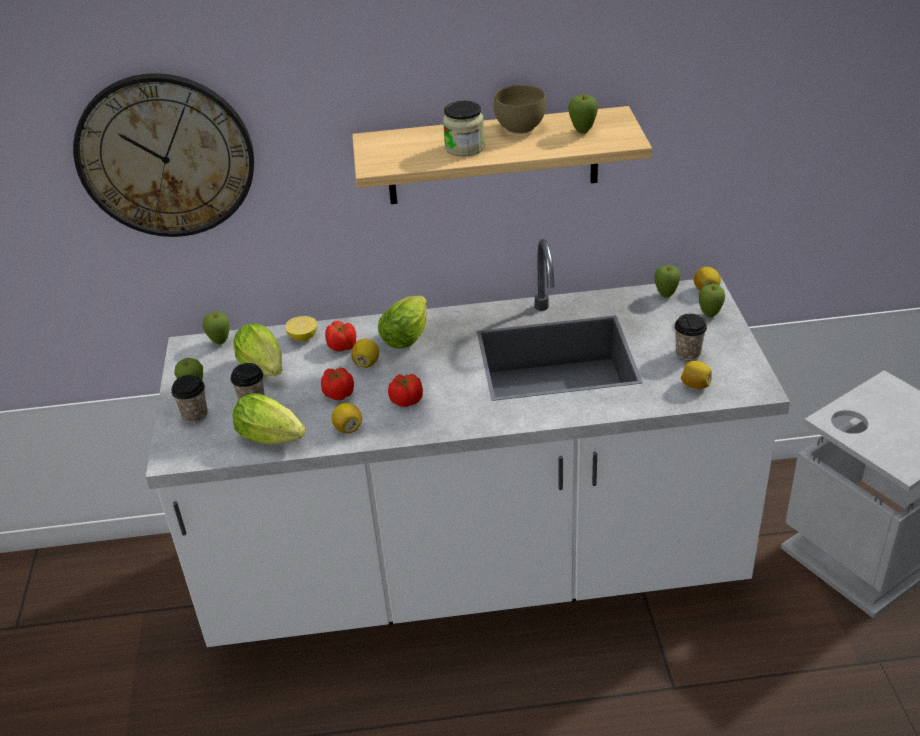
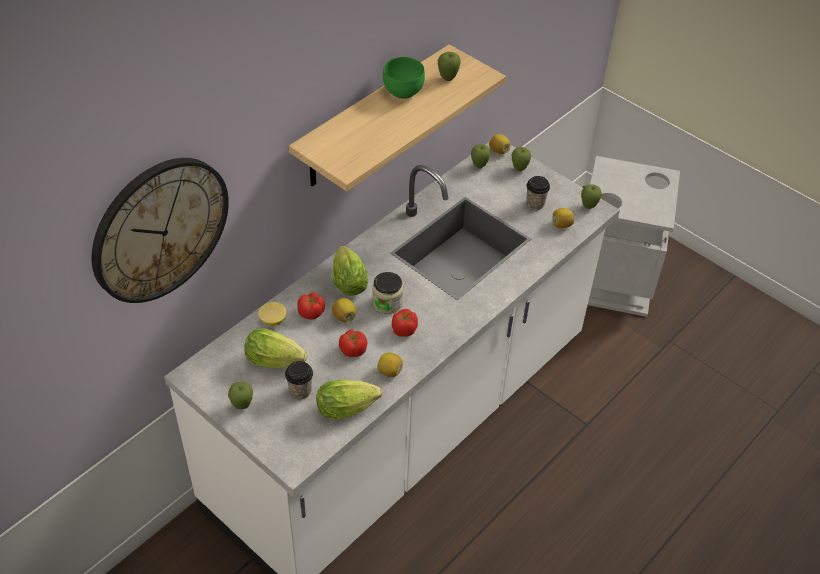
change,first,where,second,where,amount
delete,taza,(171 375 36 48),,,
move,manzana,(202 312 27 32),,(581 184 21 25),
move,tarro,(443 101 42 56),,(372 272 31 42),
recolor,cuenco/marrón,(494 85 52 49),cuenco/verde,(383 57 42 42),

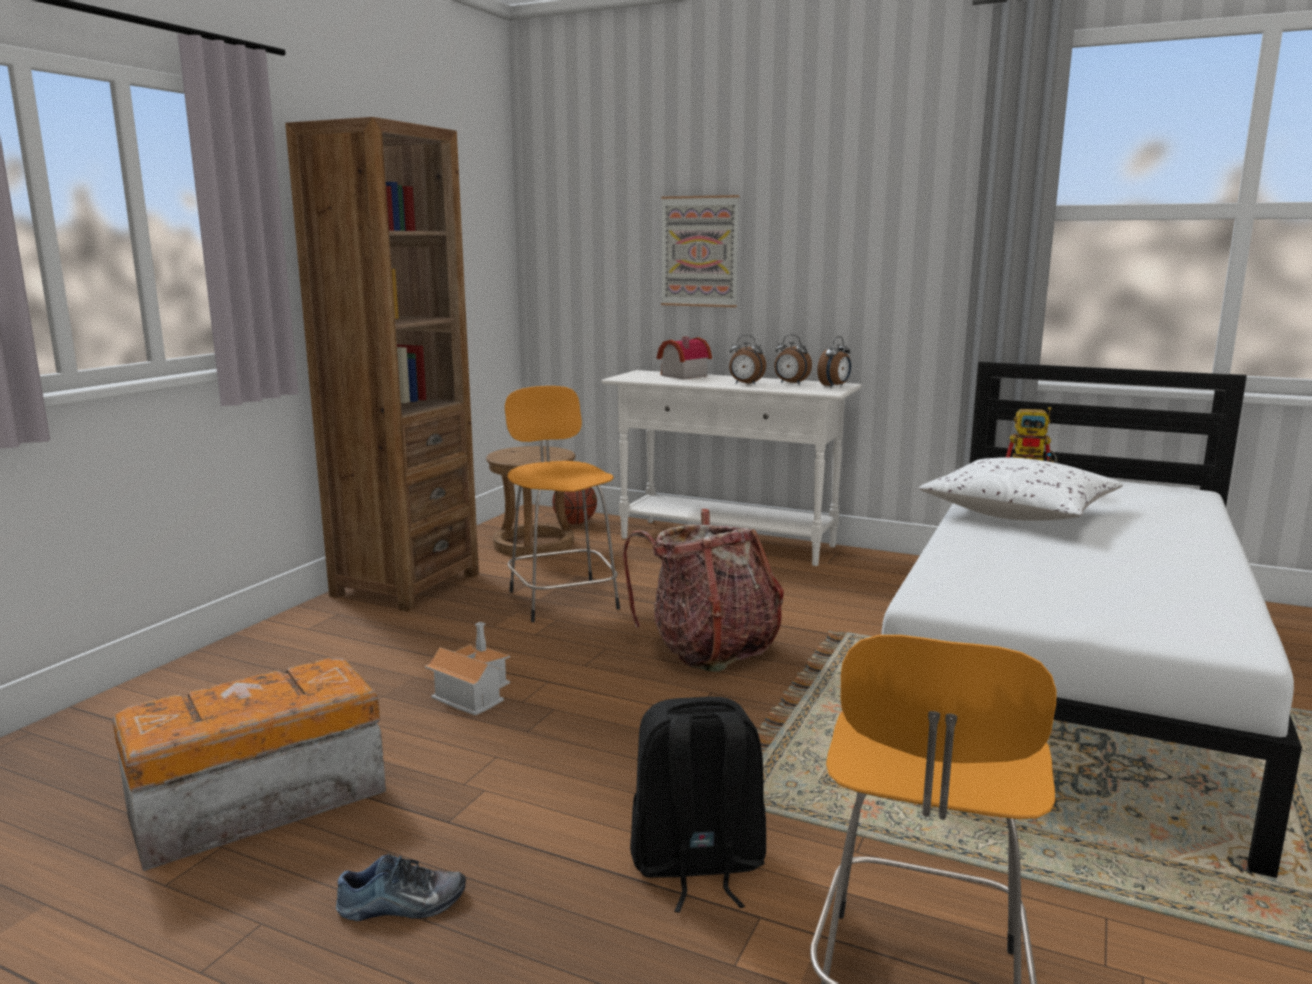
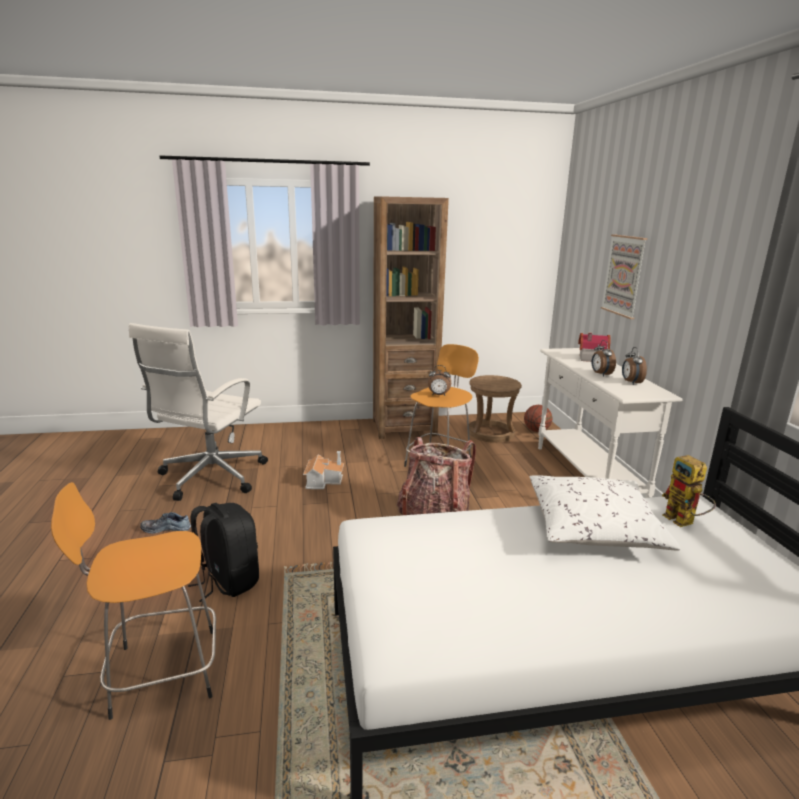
change,first,where,second,where,amount
move,despertador,(817 336 34 52),,(428 365 23 31),
replace,caja de almacenaje,(112 658 274 213),silla de oficina/blanco,(128 323 140 178),
rotate,zapato,(336 853 130 68),,(140 512 51 22),135 degrees clockwise

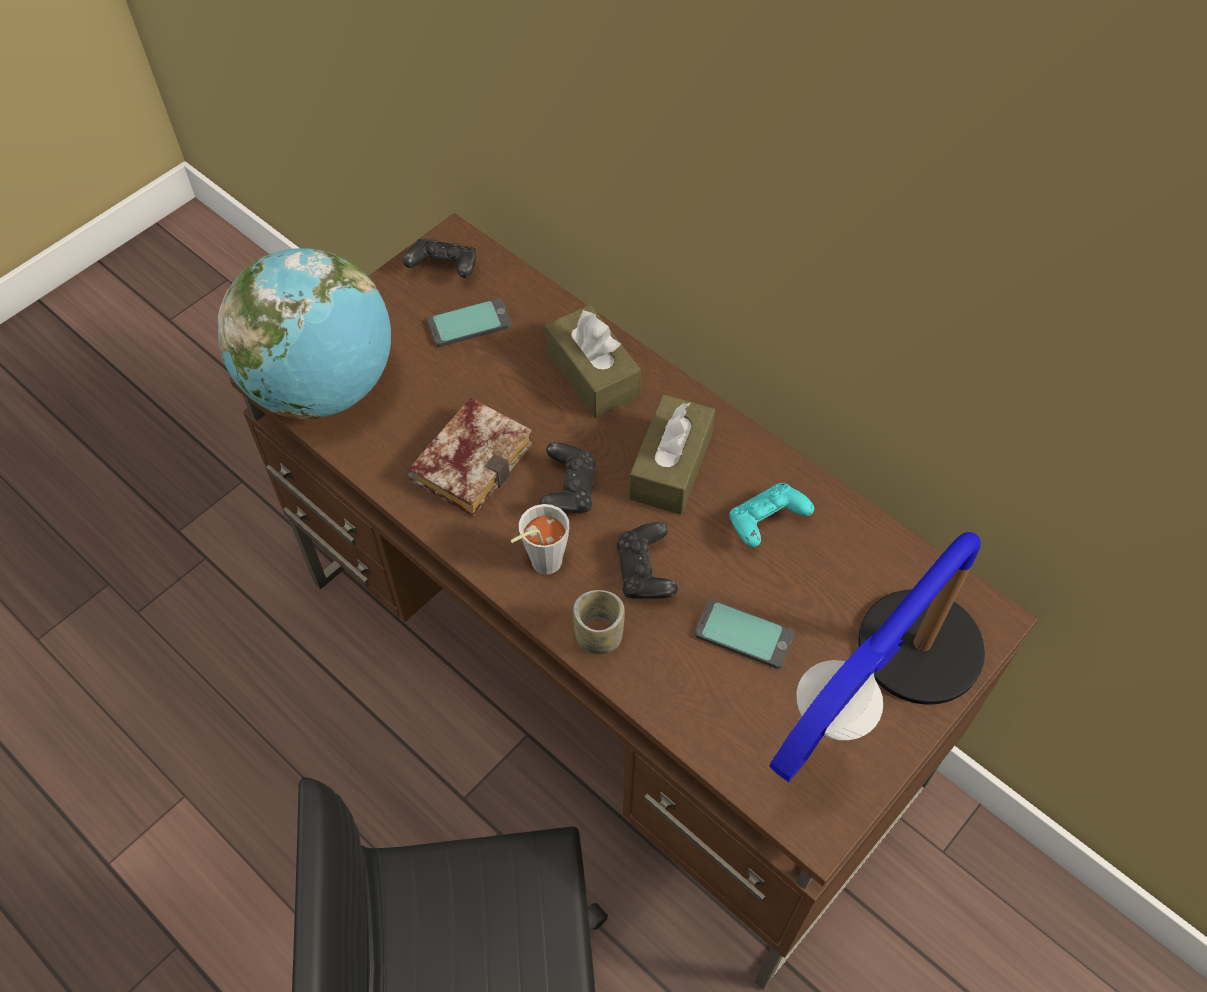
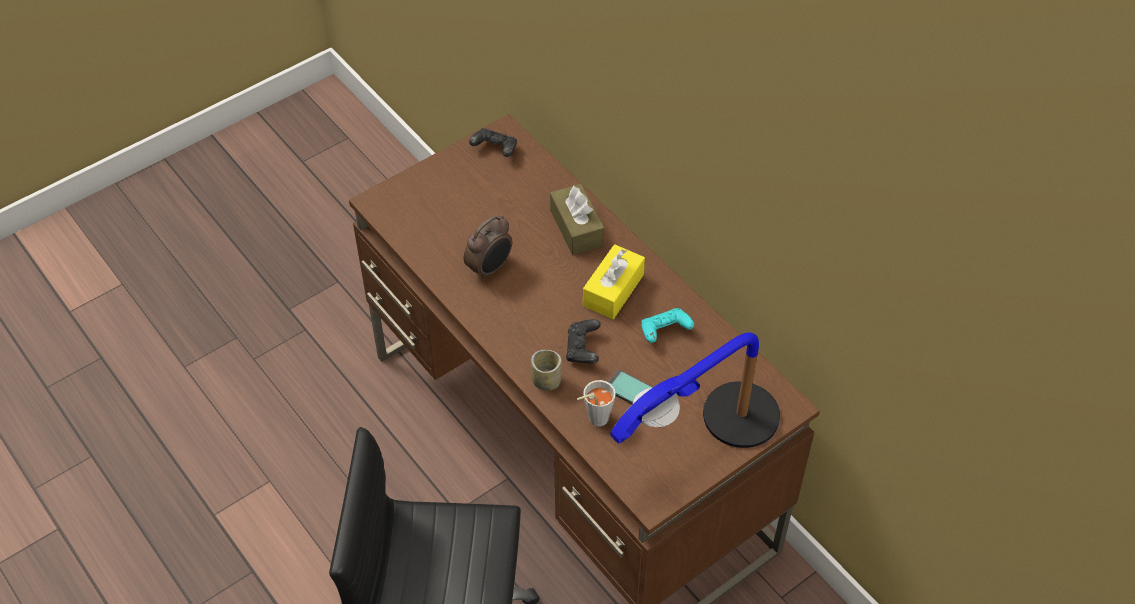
change,first,where,second,where,amount
delete,globo terráqueo,(218 248 173 171),,,
delete,móvil,(427 298 84 49),,,
delete,mando de consola/negro,(540 442 56 71),,,
move,taza/gris,(511 504 58 71),,(577 380 39 46),
replace,libro,(408 398 125 119),despertador,(464 215 48 66),
recolor,caja de pañuelos/marrón,(629 394 86 121),caja de pañuelos/amarillo,(583 244 62 75),

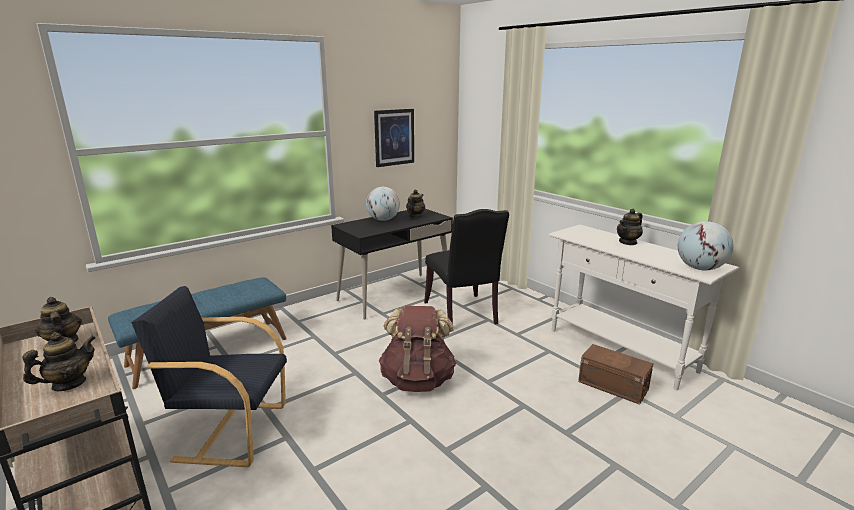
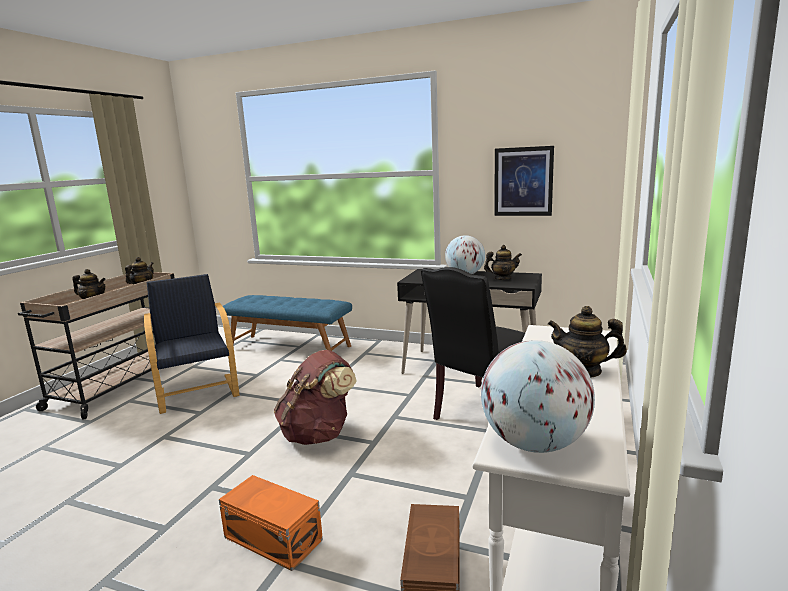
change,first,where,second,where,amount
insert,,,caja de almacenaje/naranja,(219 475 104 96),

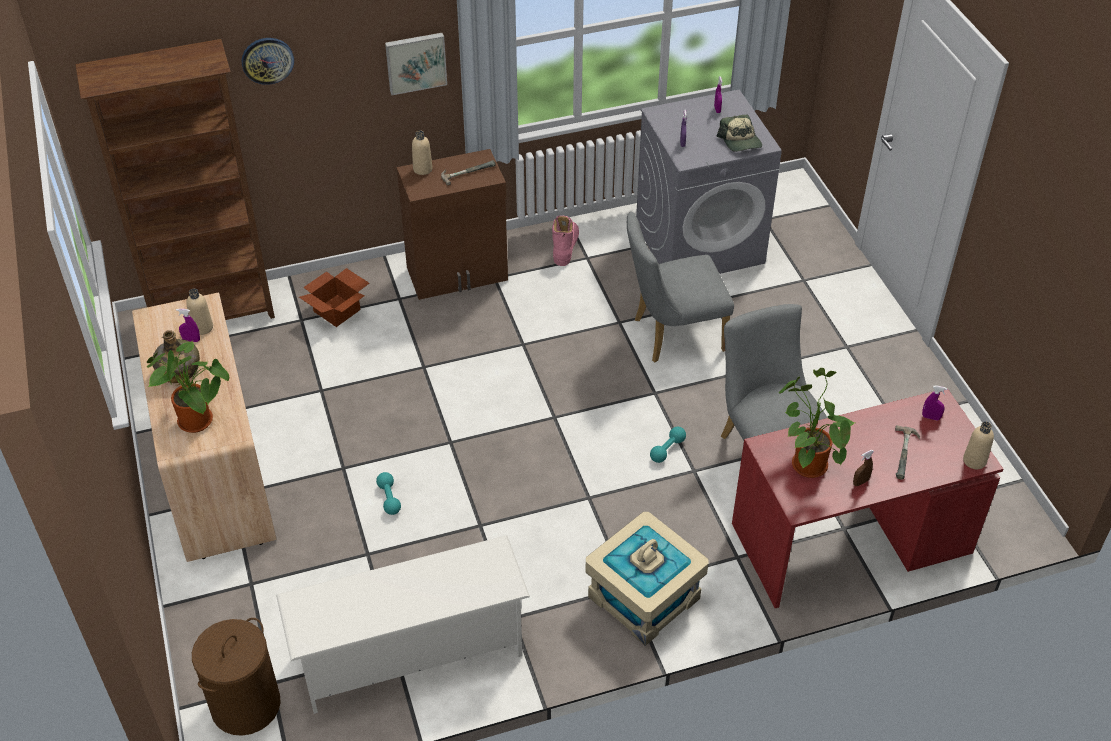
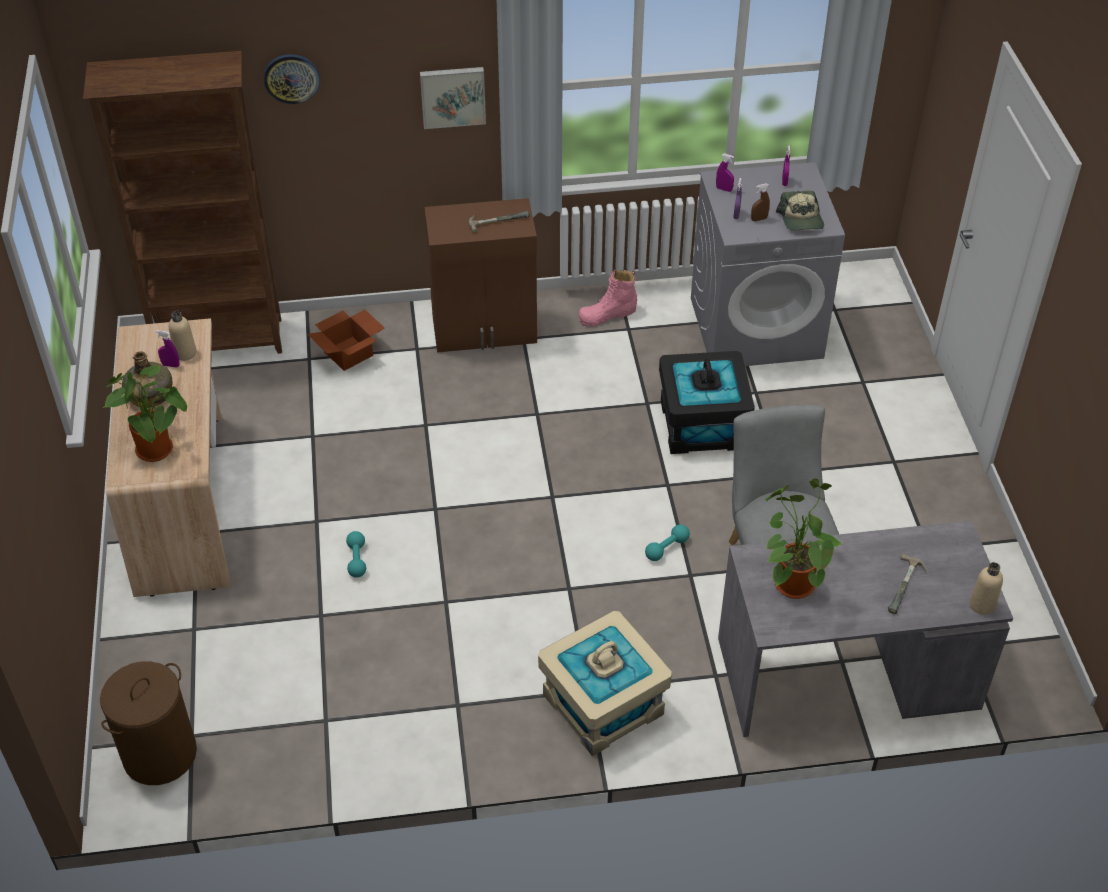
change,first,where,second,where,amount
delete,zapatero/blanco,(276 535 254 179),,,
delete,botella/beis,(412 130 21 45),,,
move,pulverizador/marrón,(853 450 21 36),,(751 183 19 39),
move,pulverizador/morado,(922 385 26 35),,(716 153 18 39),
replace,silla/gris,(627 212 107 150),caja de almacenaje/negro,(659 351 96 103),
recolor,escritorio/rojo,(732 390 271 218),escritorio/gris,(718 520 295 217),
rotate,bota/rosa,(552 215 27 51),,(578 270 59 57),135 degrees counterclockwise

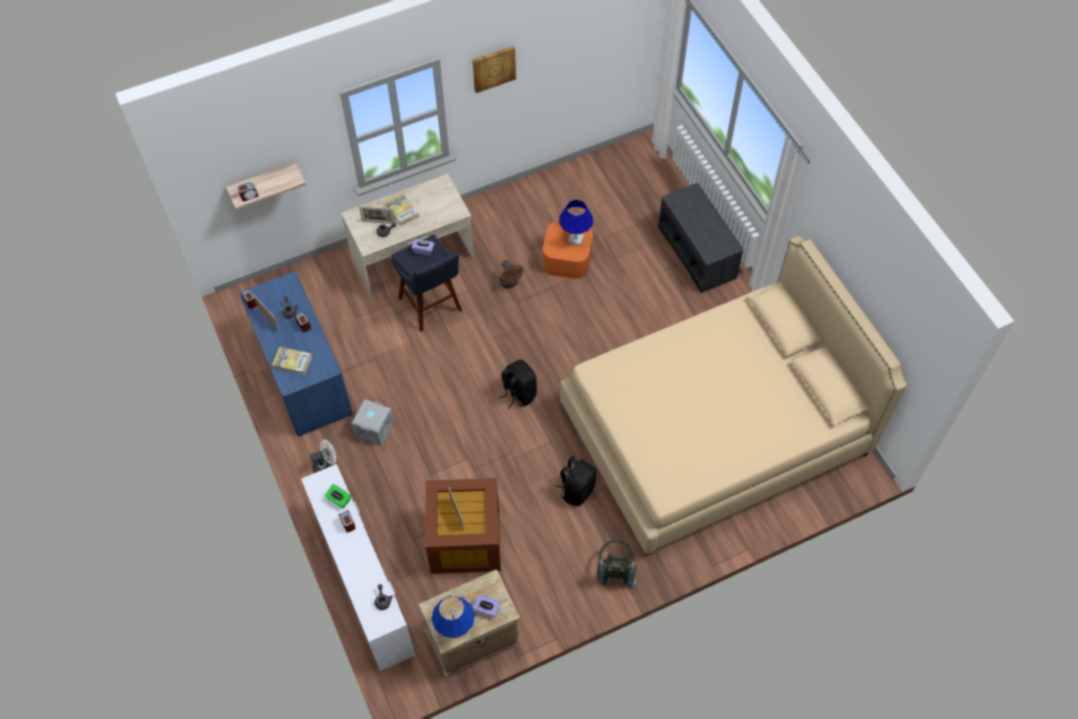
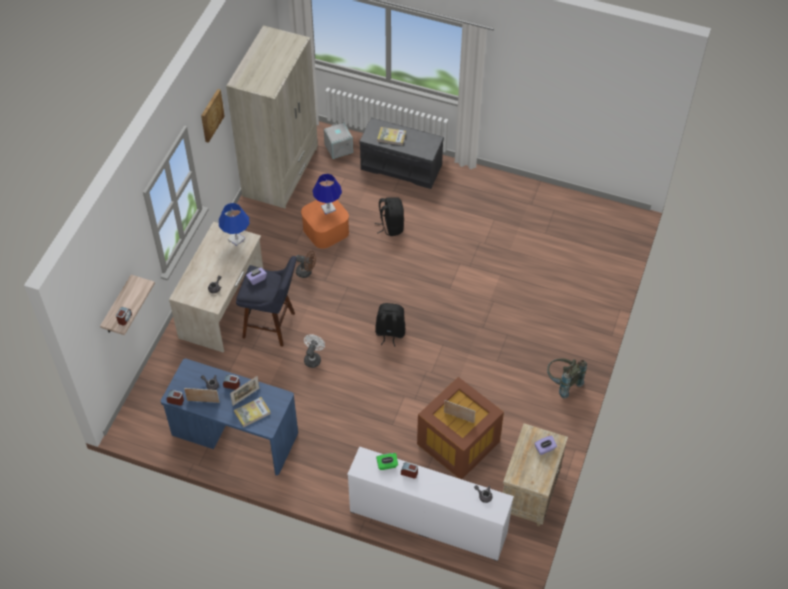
change,first,where,second,where,amount
delete,cama/beis,(560 236 347 320),,,
insert,,,armario ropero/beis,(226 25 92 183),
move,ventilador/blanco,(310 440 26 33),,(304 334 21 34),
move,caja de almacenaje/gris,(351 399 43 47),,(324 123 29 36),
move,portarretratos,(359 206 37 18),,(230 376 29 30),
move,libro,(385 193 34 33),,(377 127 29 19),
move,lámpara de mesa/azul,(431 596 44 43),,(219 203 30 43),
move,mochila/negro,(555 456 41 50),,(375 197 29 39),

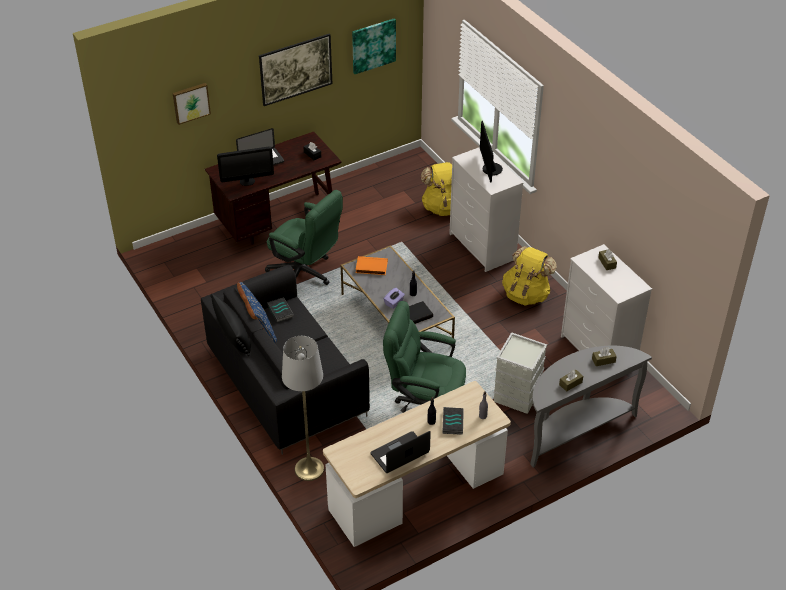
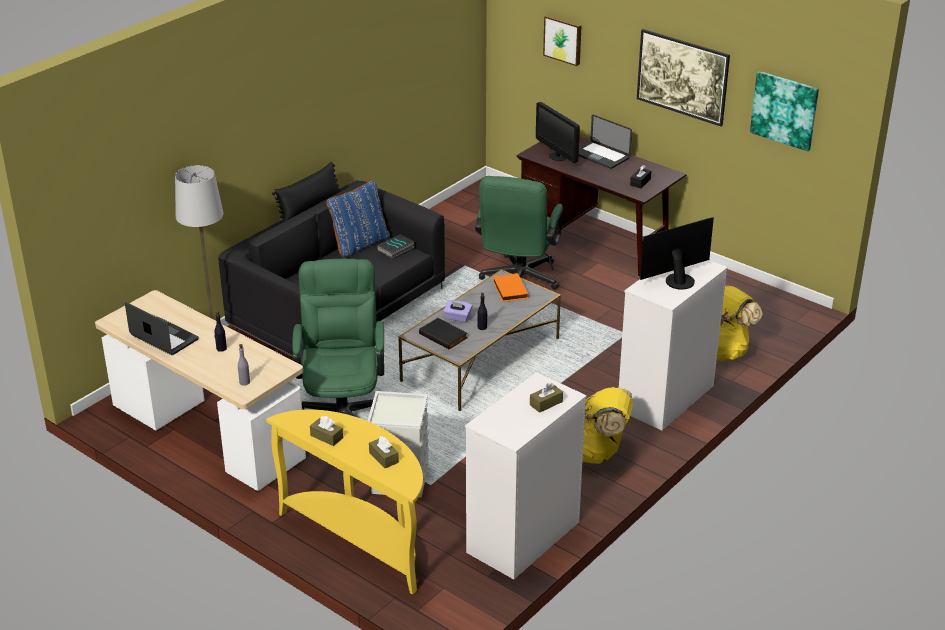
change,first,where,second,where,amount
delete,libro,(442 407 22 28),,,
recolor,mesa consola/gris,(530 346 122 122),mesa consola/amarillo,(266 410 157 185),

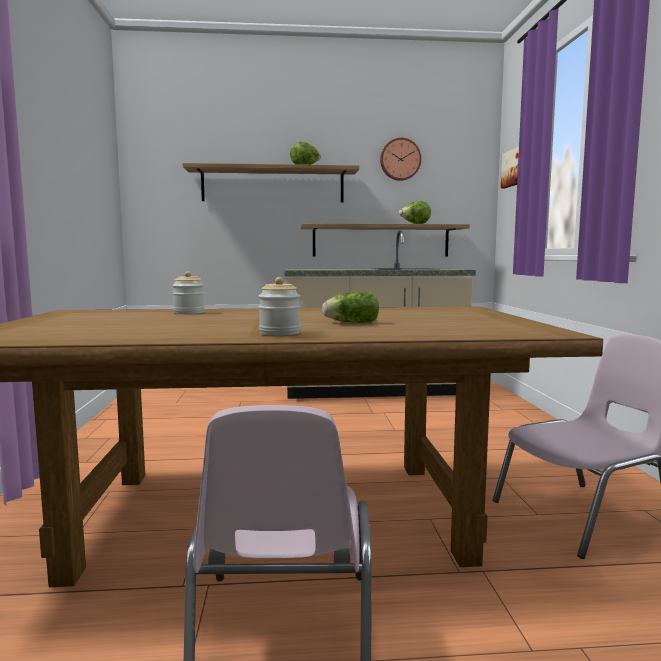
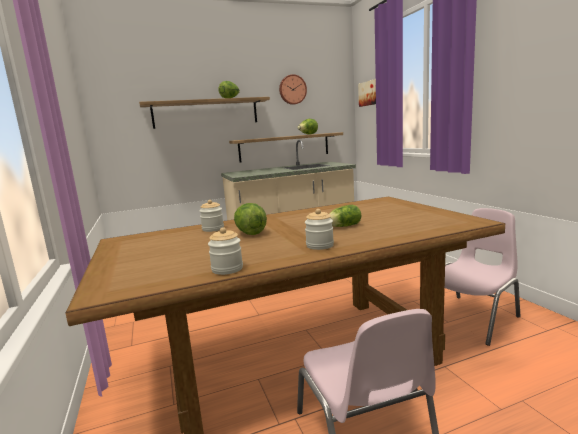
change,first,where,second,where,amount
insert,,,tarro,(208 227 35 48),
insert,,,lechuga,(234 203 33 32),

